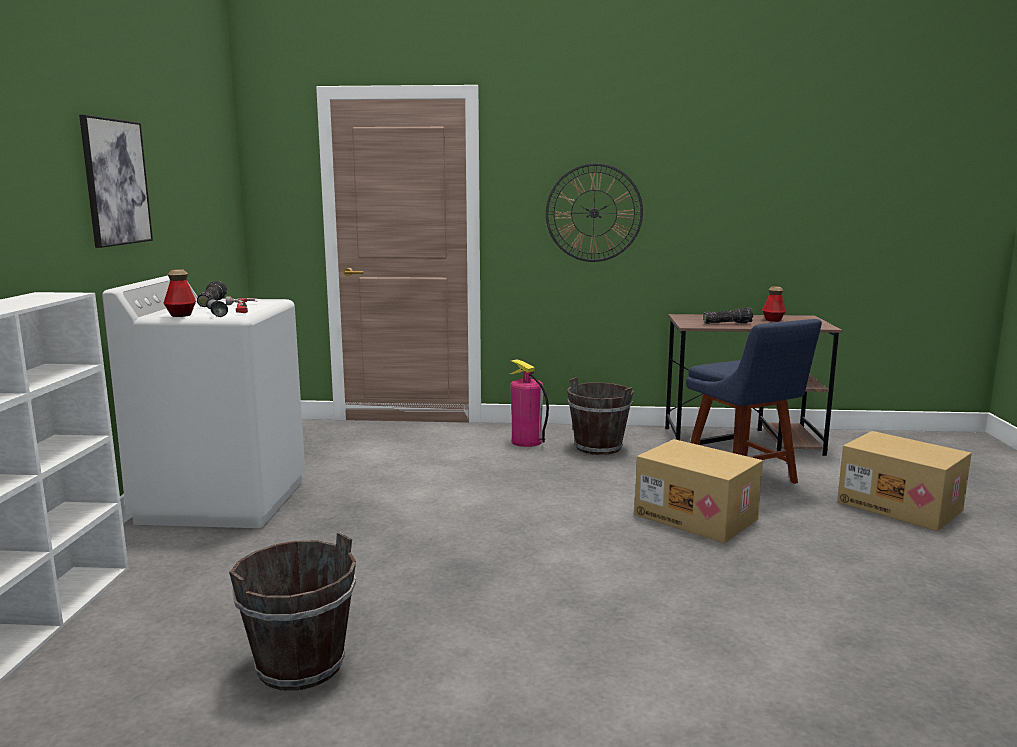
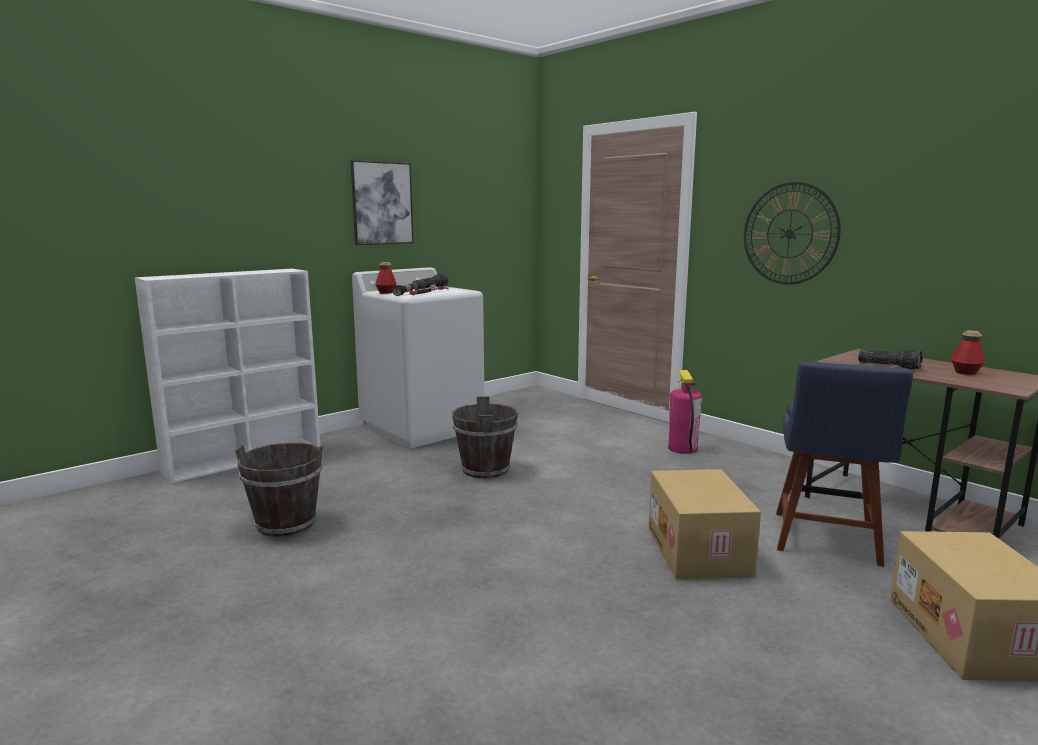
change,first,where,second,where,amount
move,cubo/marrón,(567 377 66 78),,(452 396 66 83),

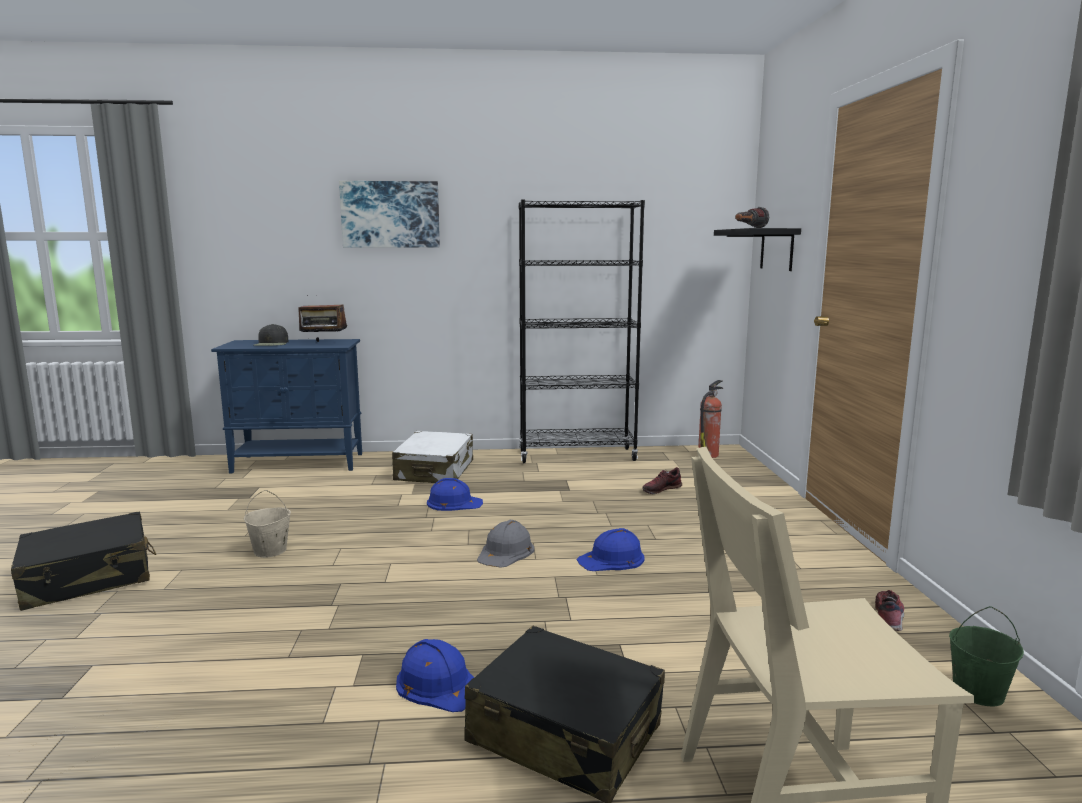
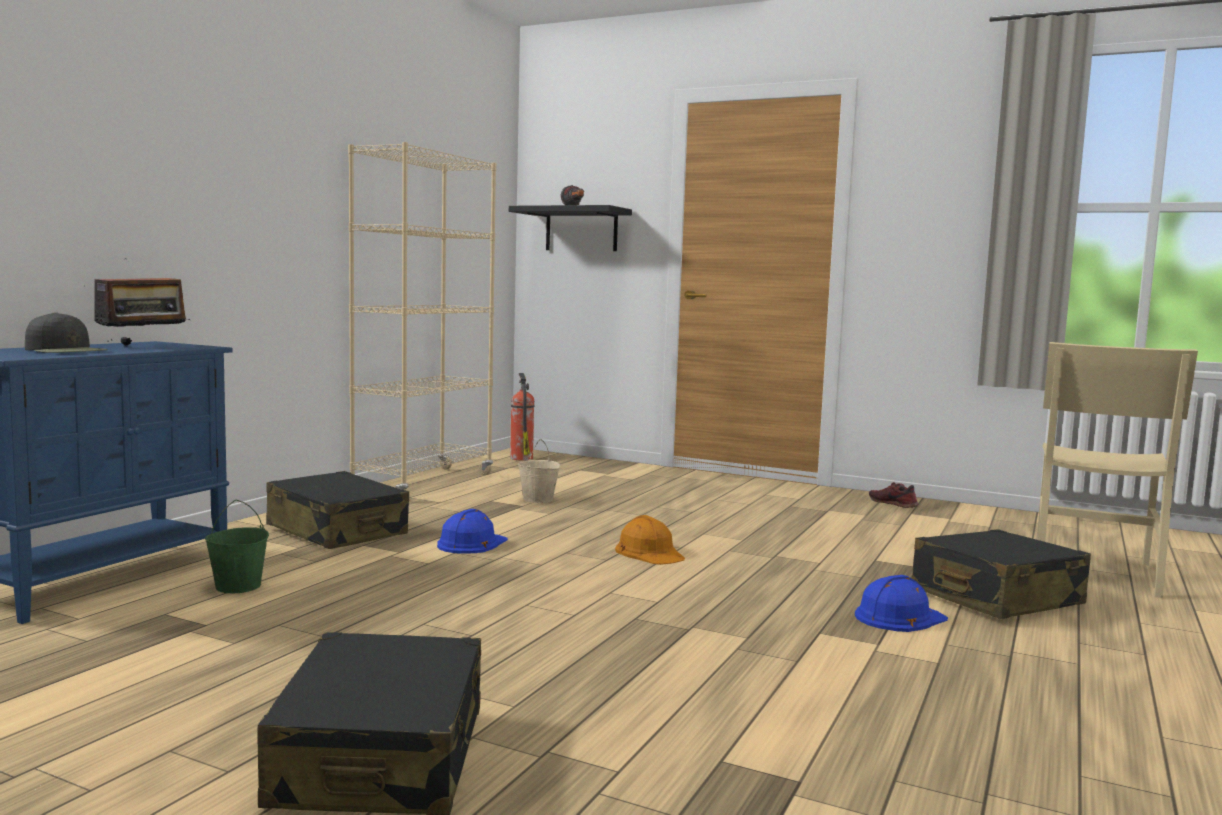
change,first,where,second,where,amount
delete,cuadro,(339 181 101 66),,,
delete,casco/azul,(577 528 68 43),,,
delete,zapato,(642 467 40 27),,,
move,cubo/beis,(244 490 47 68),,(518 439 42 64),
move,cubo/verde,(949 606 75 100),,(205 500 64 93),
recolor,maleta/blanco,(392 431 81 52),maleta/negro,(266 471 143 78),
recolor,casco/gris,(477 520 57 48),casco/naranja,(615 515 70 50),
recolor,estantería/negro,(519 200 126 263),estantería/beis,(348 142 148 348),

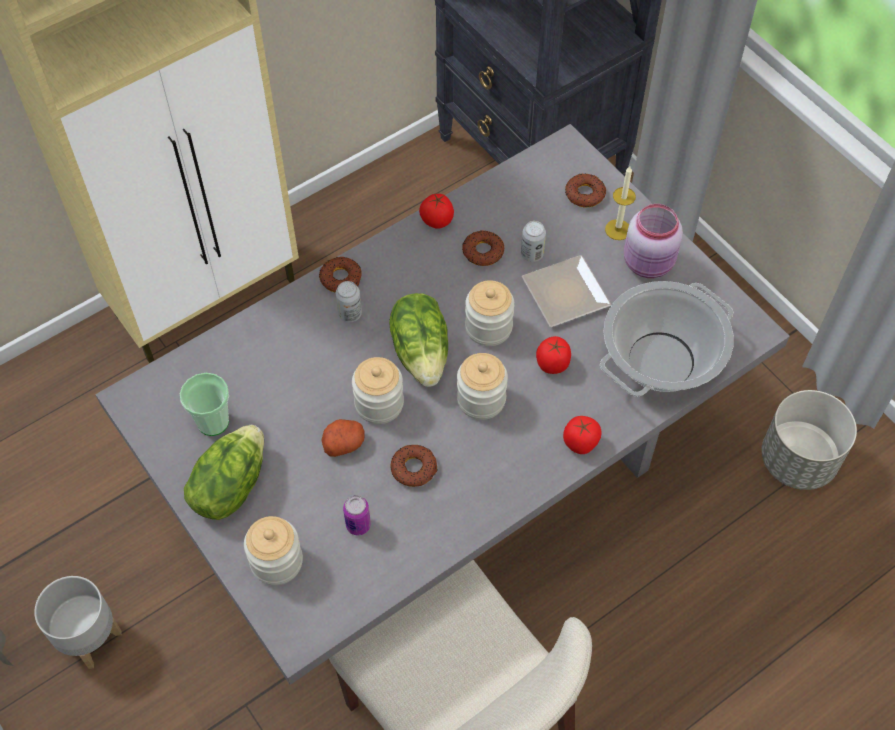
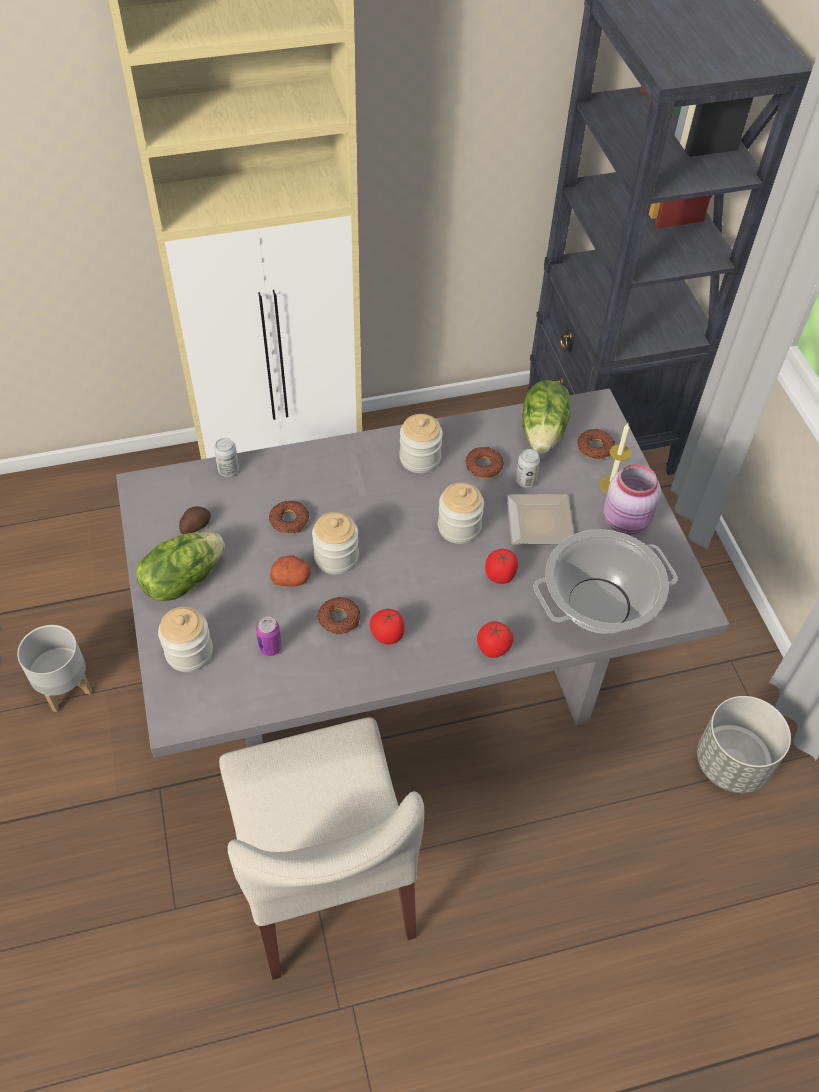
change,first,where,second,where,amount
move,rosquilla,(319 257 43 36),,(269 501 40 33),
move,lata,(336 281 26 41),,(214 438 25 39),
move,lechuga,(389 293 59 94),,(522 380 48 74),
move,tomate,(419 194 35 35),,(370 609 35 35),
move,tarro,(457 353 51 67),,(399 414 44 59),
replace,taza,(180 373 49 63),patata,(179 506 32 28),

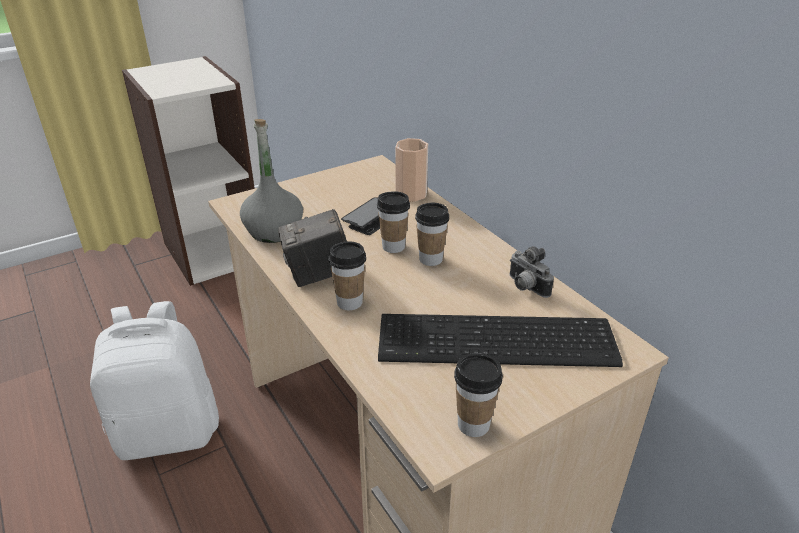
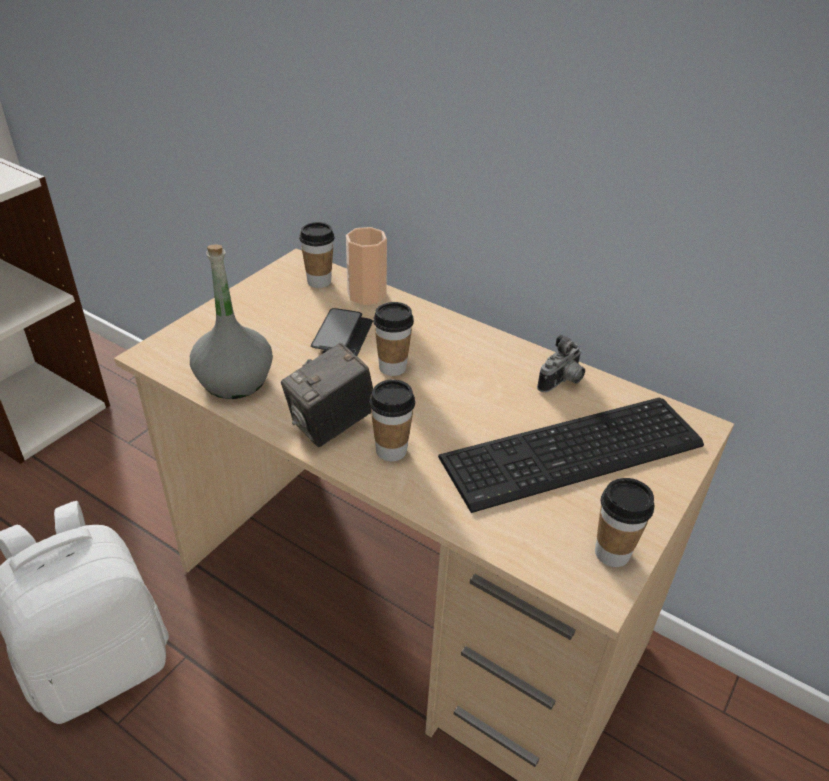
change,first,where,second,where,amount
move,taza,(415 203 34 63),,(299 222 35 66),
rotate,cámara,(509 246 45 52),,(537 335 48 58),75 degrees counterclockwise

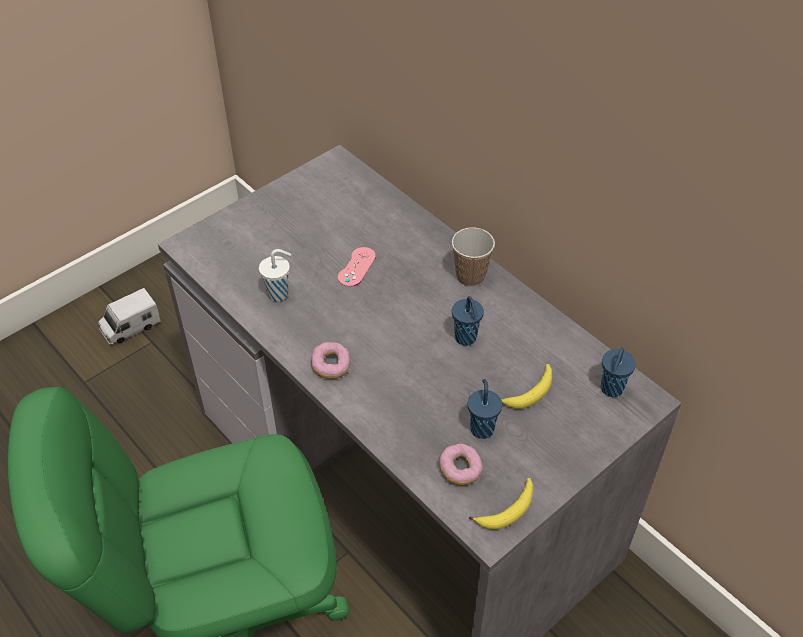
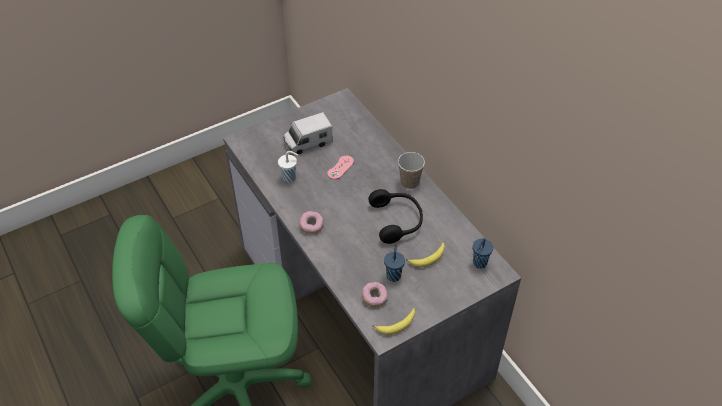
change,first,where,second,where,amount
move,camión de juguete,(98 288 63 57),,(283 112 50 43),
replace,taza/azul,(452 296 32 50),auriculares/negro,(368 189 55 55),

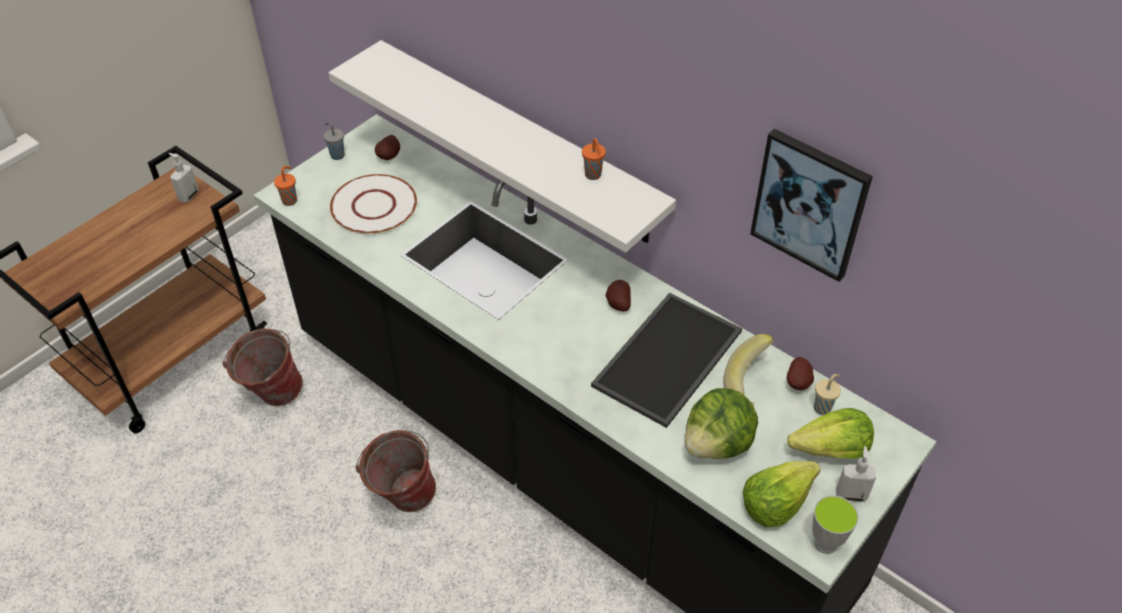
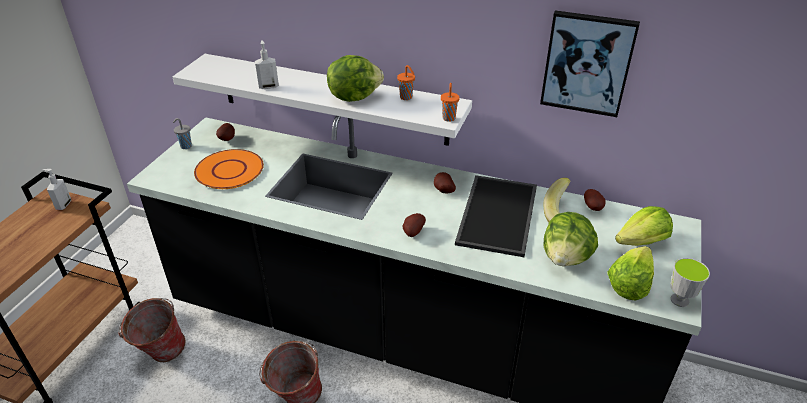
change,first,where,second,where,amount
delete,taza/beis,(814 374 27 41),,,
insert,,,lechuga,(327 55 57 47),
insert,,,patata,(402 213 24 24),
move,taza/naranja,(274 166 23 40),,(441 83 19 39),
move,dispensador de jabón,(836 446 40 56),,(255 40 24 49),
recolor,plato/blanco,(330 174 87 60),plato/naranja,(194 149 70 40),

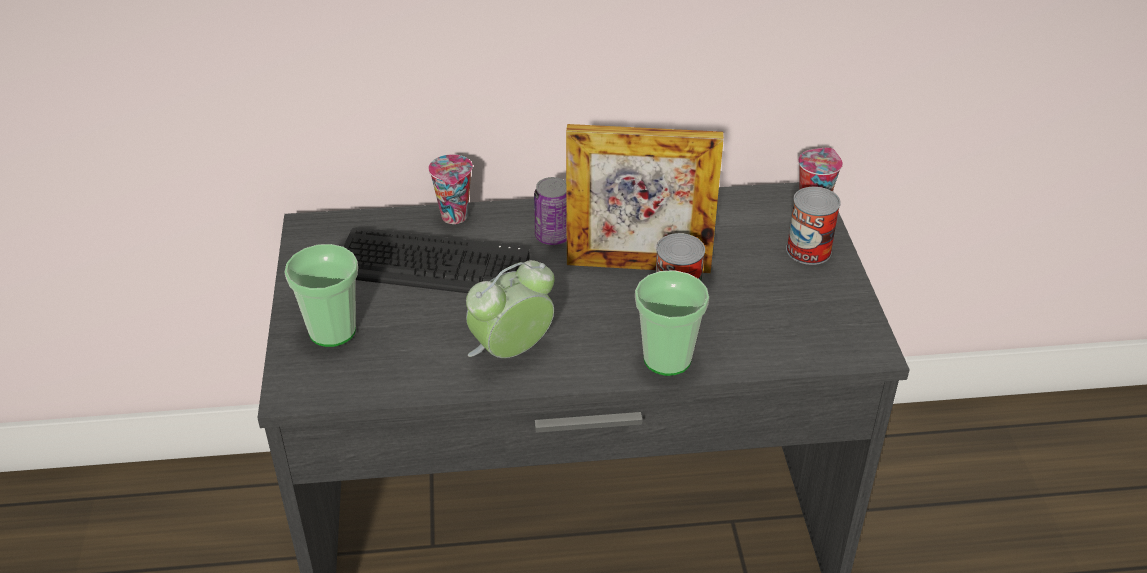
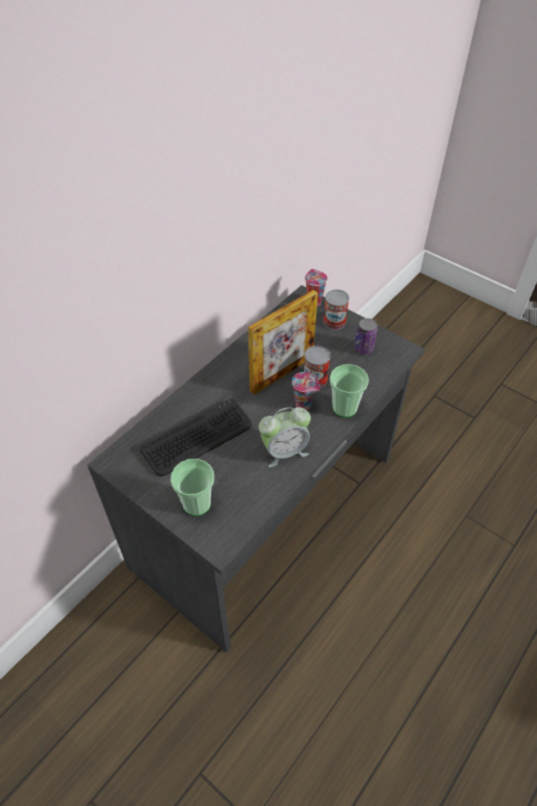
change,first,where,second,where,amount
move,taza,(428 154 45 70),,(292 372 28 38),
move,lata,(534 177 33 68),,(354 318 24 36),
rotate,despertador,(466 260 88 98),,(259 407 52 60),120 degrees counterclockwise

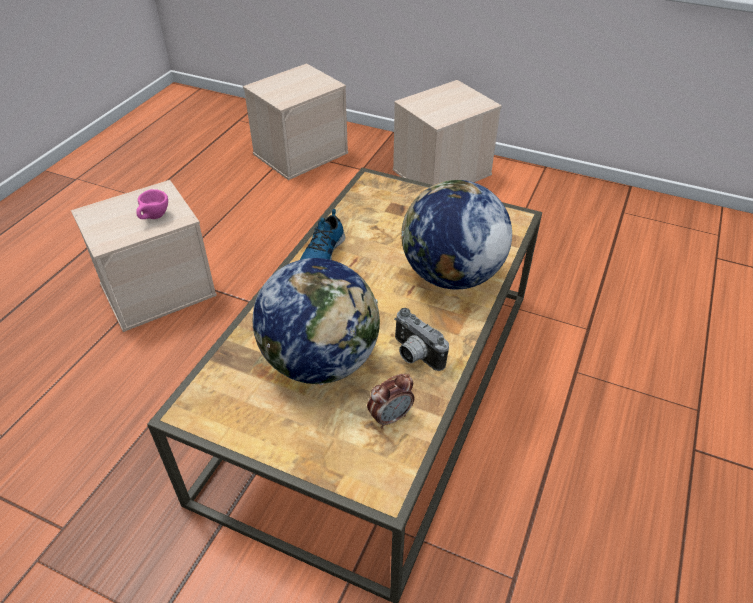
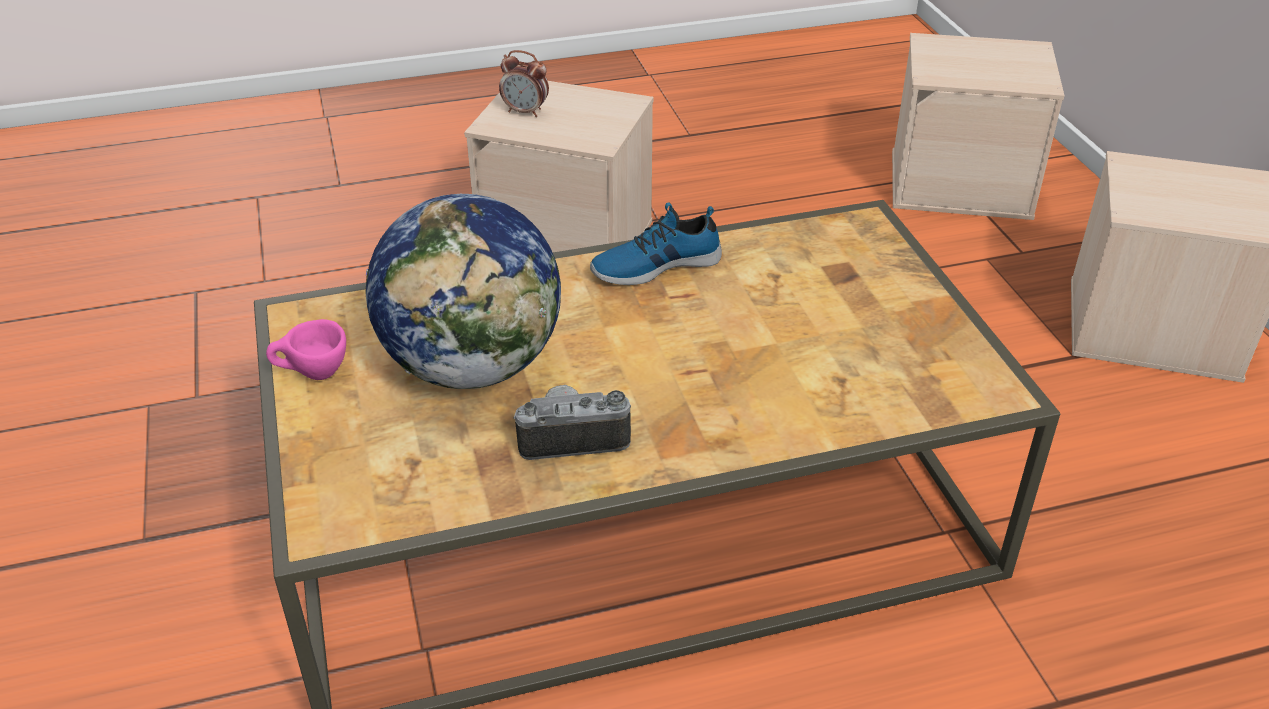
change,first,where,second,where,amount
delete,globo terráqueo,(401 180 111 110),,,
move,taza/rosa,(136 189 32 30),,(266 319 80 61),
move,despertador,(367 374 47 54),,(499 50 50 67),
rotate,cámara,(394 308 55 63),,(514 385 117 75),75 degrees clockwise

